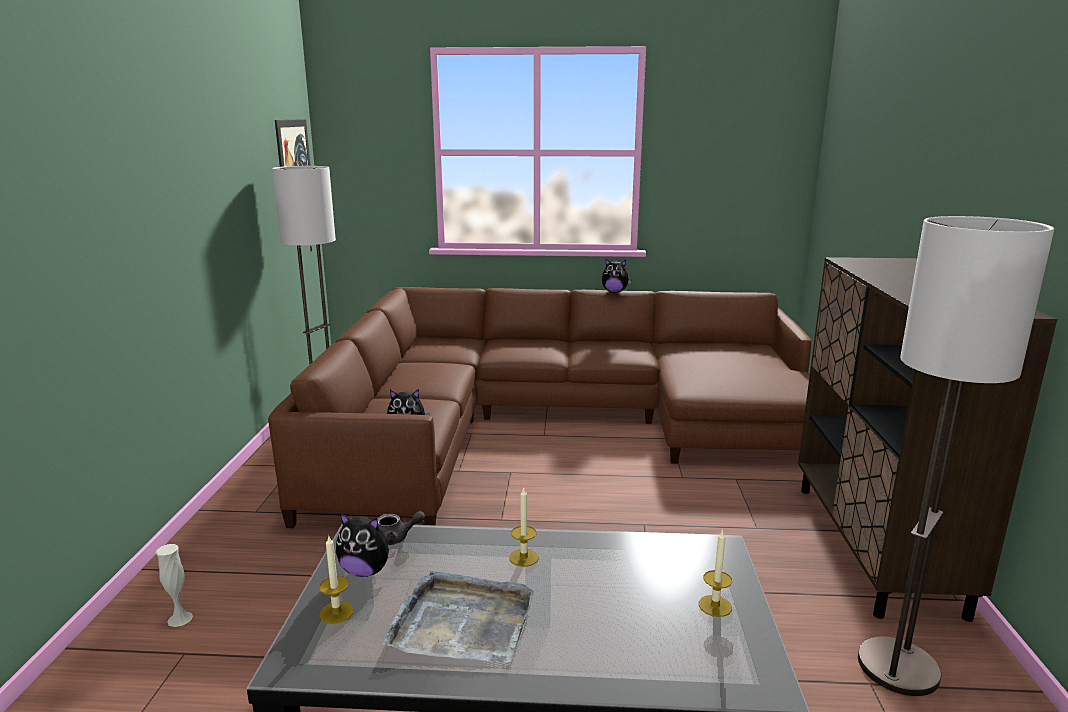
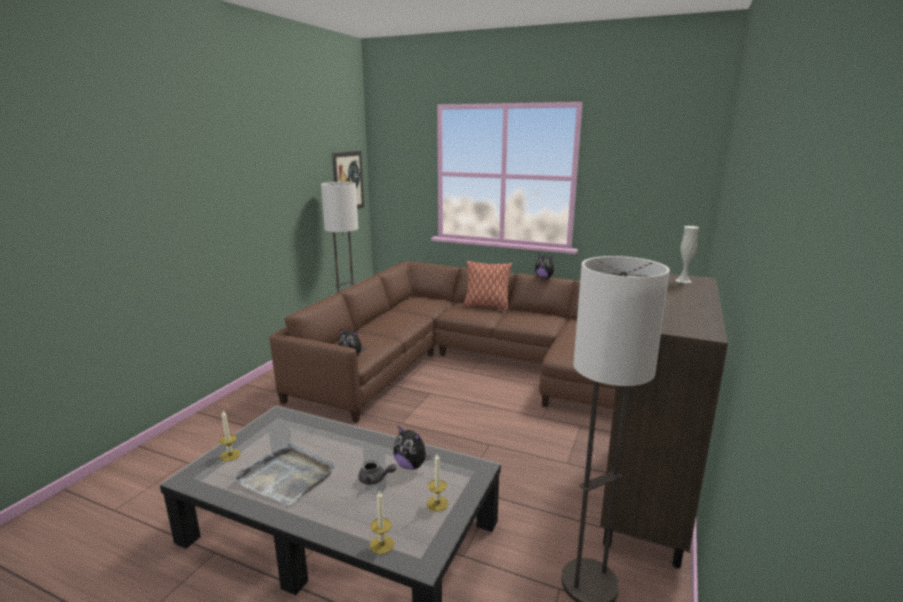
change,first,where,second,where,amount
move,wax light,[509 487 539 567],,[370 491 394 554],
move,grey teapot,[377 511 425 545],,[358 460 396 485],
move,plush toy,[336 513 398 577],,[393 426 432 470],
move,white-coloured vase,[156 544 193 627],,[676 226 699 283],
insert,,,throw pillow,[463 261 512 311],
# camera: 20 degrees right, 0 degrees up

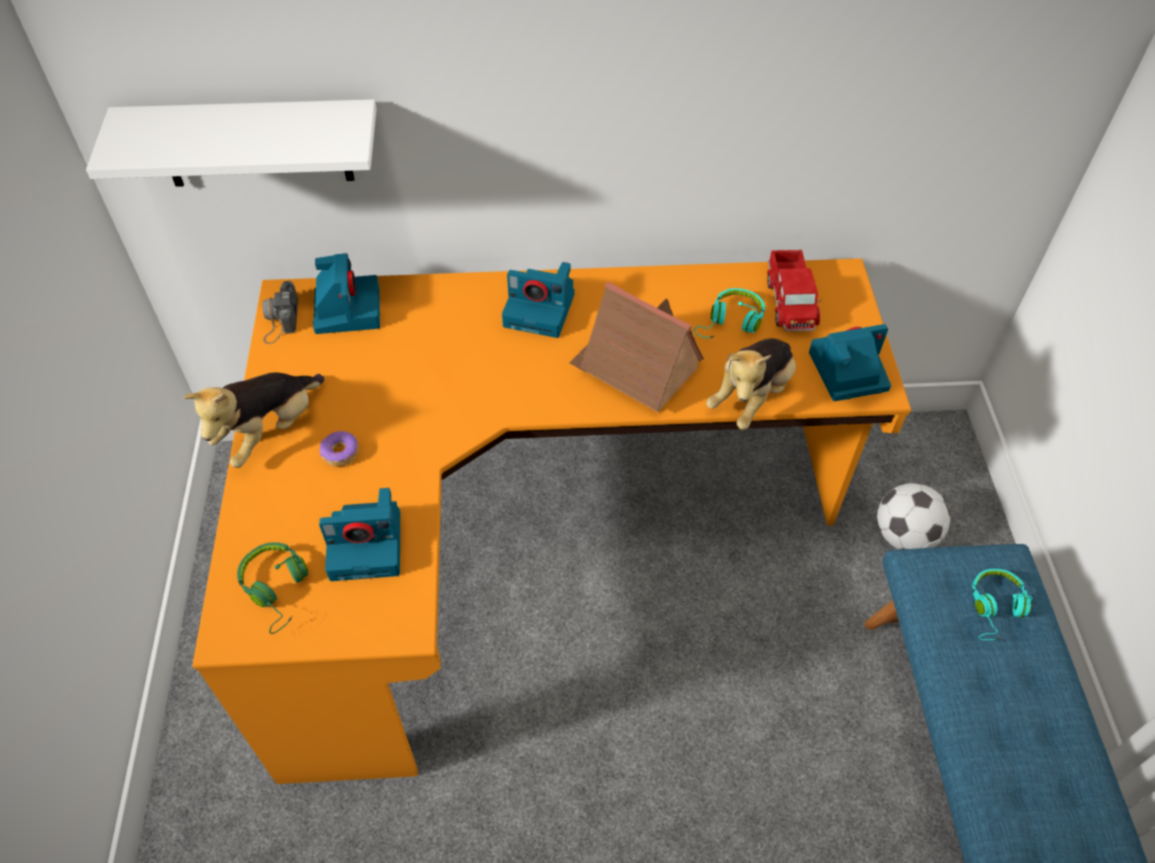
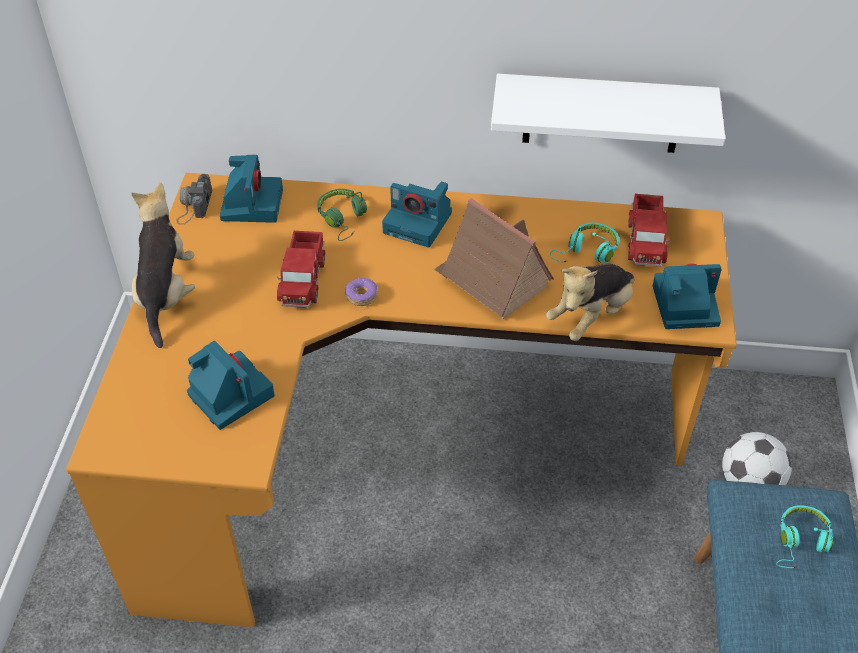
change,first,where,second,where,amount
move,white-coloured bracket shelf,[86 99 377 187],,[491 74 725 153],
rotate,plush toy,[183 373 324 468],,[131 182 195 348],135 degrees clockwise
move,doughnut,[320 431 359 466],,[345 277 378 306],
rotate,still camera,[319 488 400 581],,[187 341 275 430],135 degrees counterclockwise
move,green headset,[237 542 308 634],,[317 189 367 241],
insert,,,toy truck,[277 231 326 308],
# camera: 10 degrees right, 5 degrees down

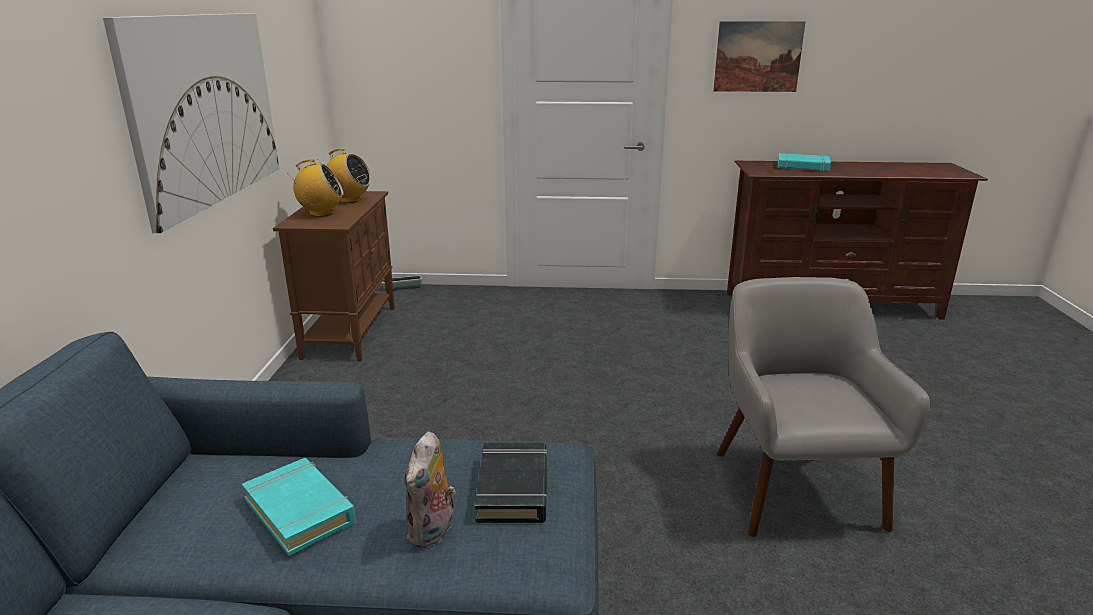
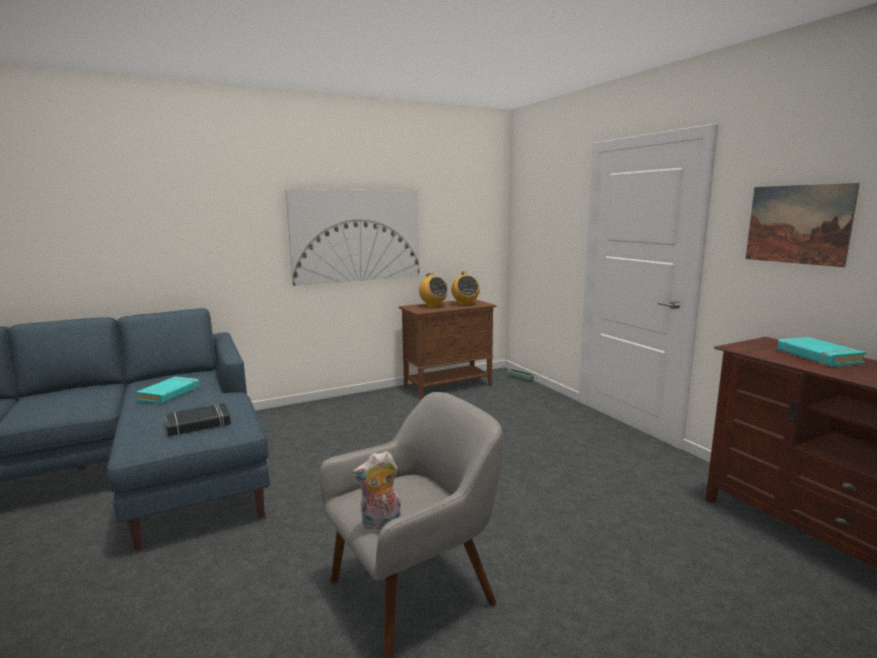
change,first,where,second,where,amount
move,plush toy,[405 431 456 548],,[352 451 402 530],
# camera: 60 degrees right, 10 degrees down

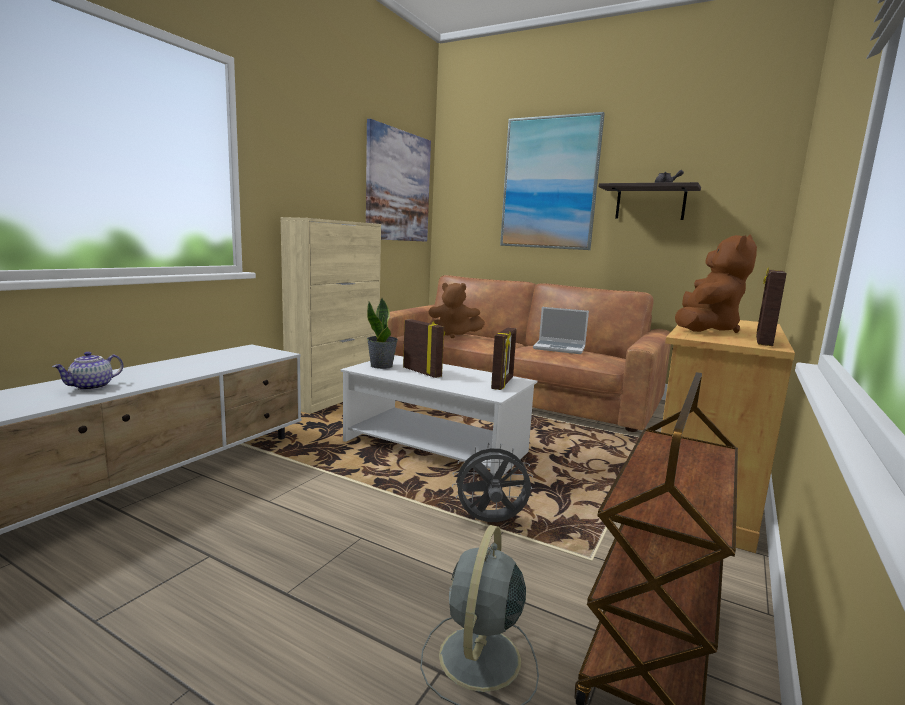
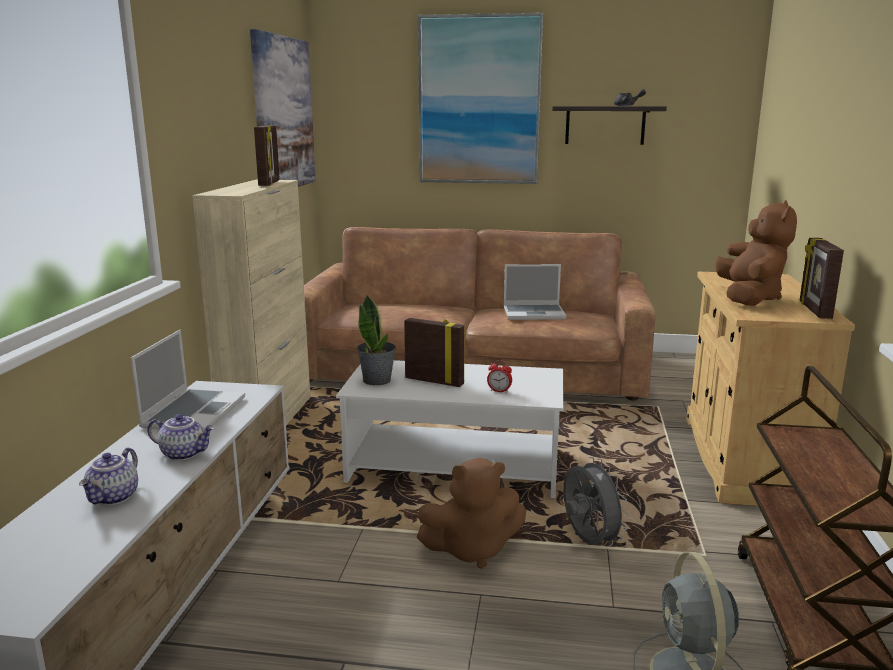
change,first,where,second,where,amount
move,brownish plush toy,[429 283 485 338],,[417 458 527 569],
move,picture frame,[491 328 517 390],,[254 124 280 186],
rotate,grey electric fan,[452 442 533 522],,[563 457 629 547],90 degrees clockwise
insert,,,laptop,[131 330 245 430],
insert,,,table clock,[487 360 512 393],
insert,,,teapot,[147 414 214 461],
# camera: 20 degrees left, 5 degrees up

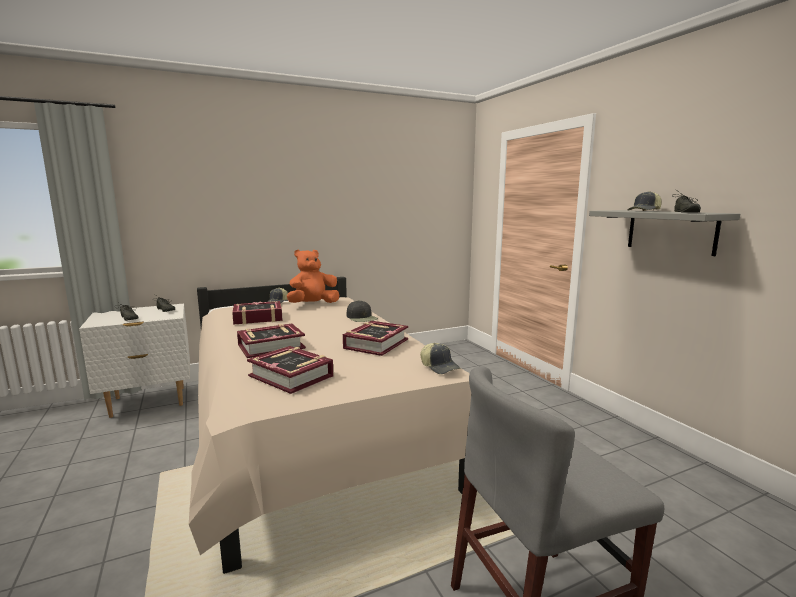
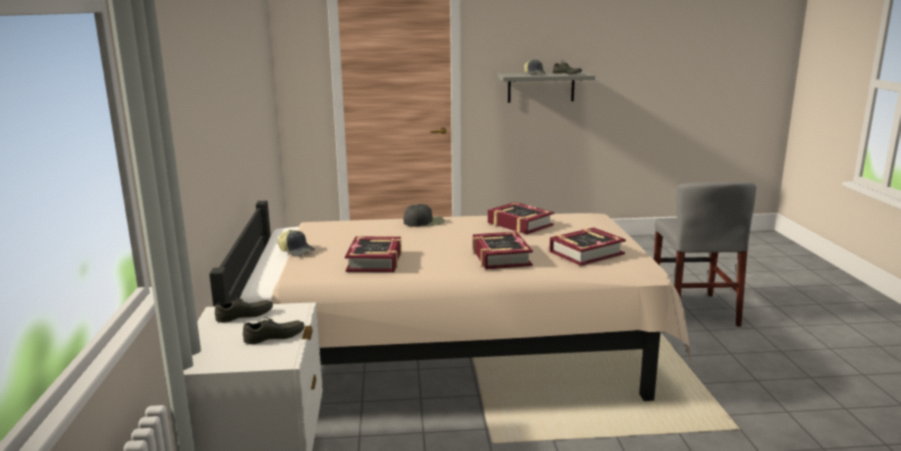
change,first,where,second,where,amount
delete,orangey plush toy,[287 250 339 303],,,
delete,peaked cap,[420 343 460 374],,,
# camera: 70 degrees left, 5 degrees up

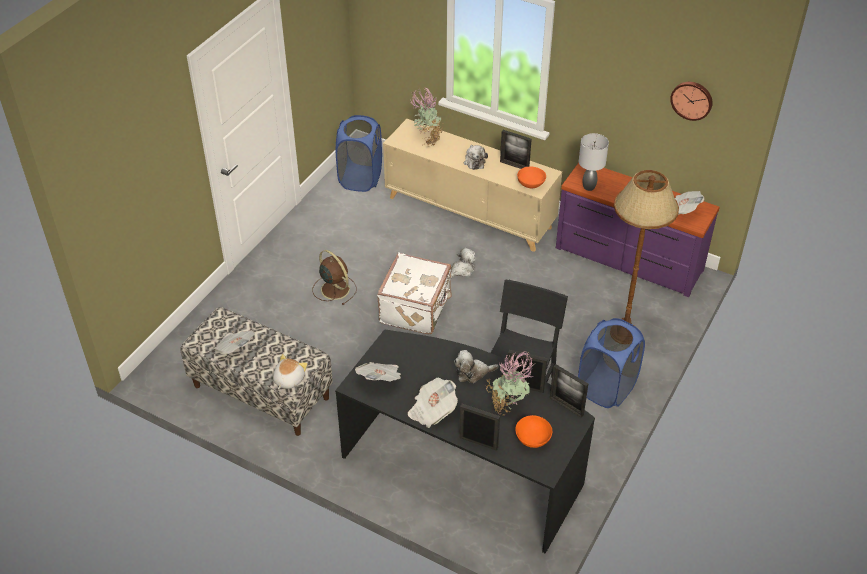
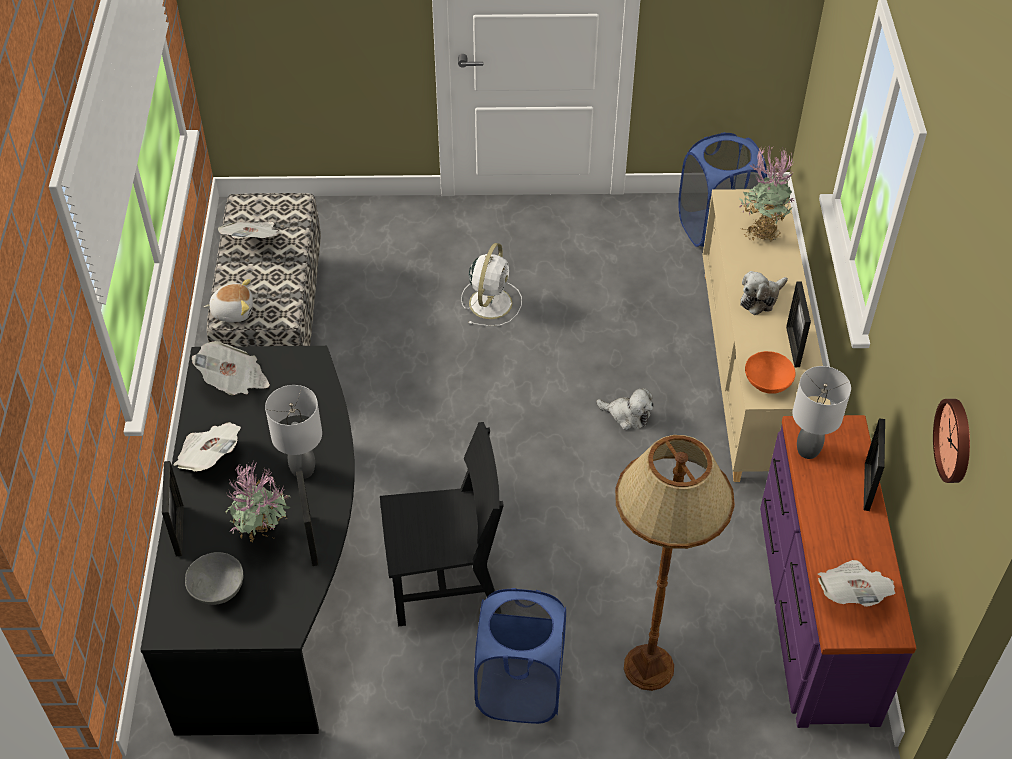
change,first,where,second,where,amount
recolor,brownish electric fan,[312 250 357 305],white-coloured electric fan,[461 243 522 326],
delete,white-coloured suitcase,[377 252 452 334],,,
replace,plush toy,[454 350 498 383],grey lamp for a table,[265 385 322 479],
move,picture frame,[550 364 588 418],,[864 418 885 511],
recolor,orangey serving bowl,[515 415 552 448],grey serving bowl,[185 552 243 605],
# camera: 60 degrees right, 5 degrees up

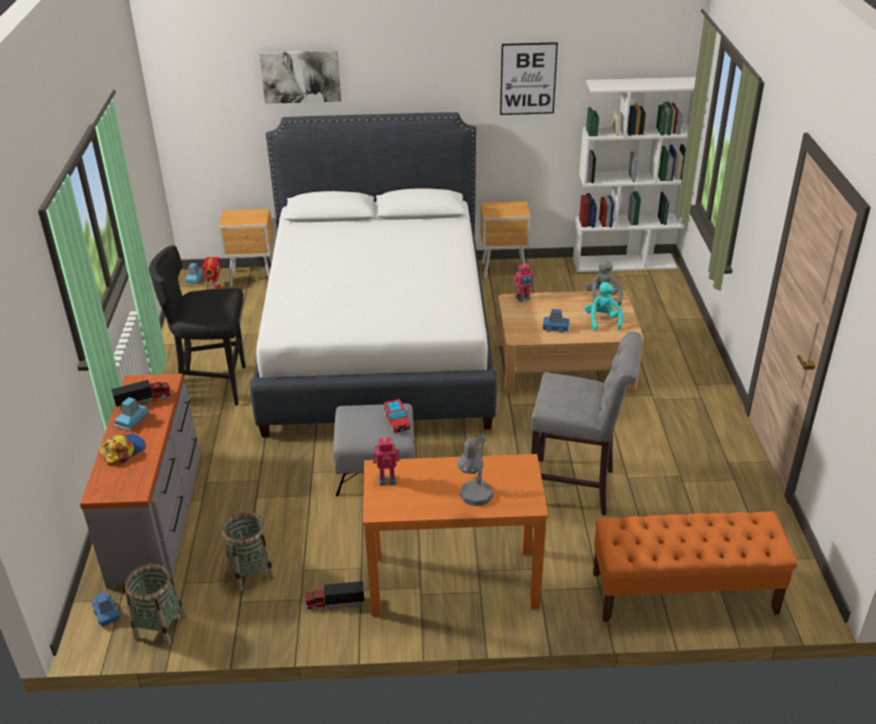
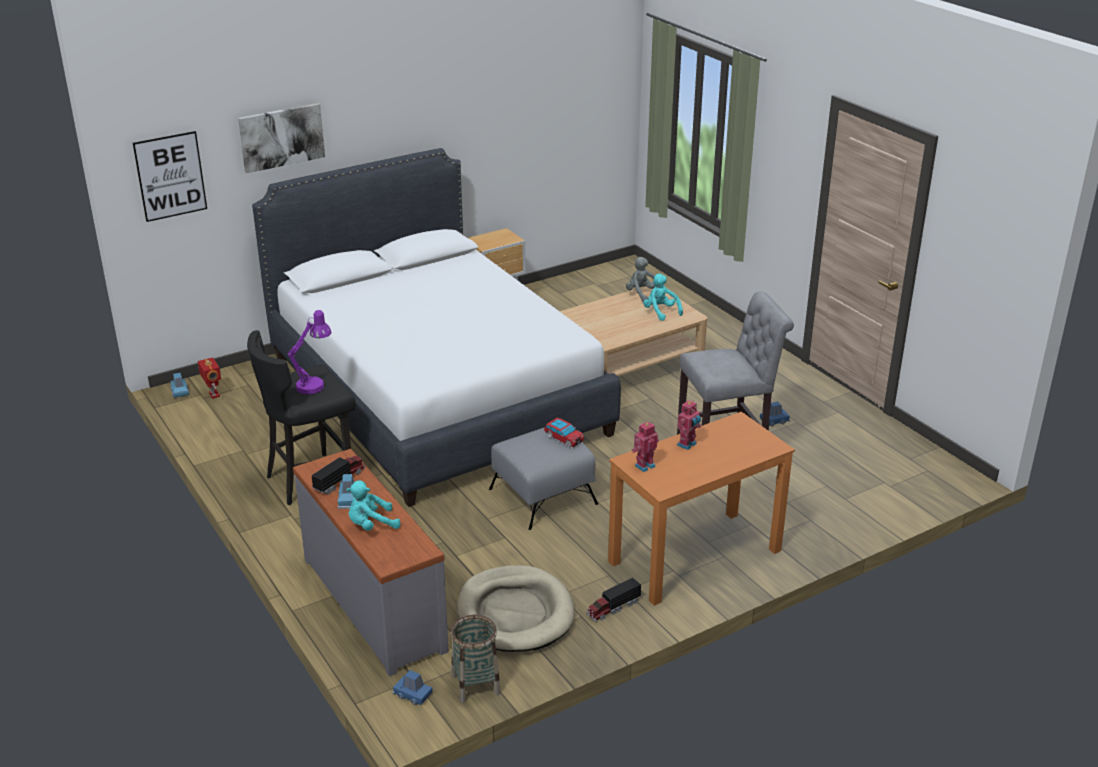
change,first,where,second,where,amount
move,wall art,[500 42 558 115],,[133 131 207 222],
delete,white-coloured shelving unit,[573 77 696 272],,,
delete,brownish night table,[218 209 274 287],,,
move,robot figure,[514 264 534 302],,[677 400 701 450],
move,bluish model car,[543 309 570 333],,[760 402 790 427],
delete,grey lamp for a table,[457 433 493 506],,,
replace,peaked cap,[100 434 146 466],turquoise-coloured plush toy,[346 481 400 531],
replace,basket,[222 512 275 591],beige-coloured pet bed,[457 565 575 652],
delete,orangey indoor bench,[593 512 797 622],,,
insert,,,purplish lamp for a table,[287 310 331 394],
# camera: 30 degrees left, 5 degrees down

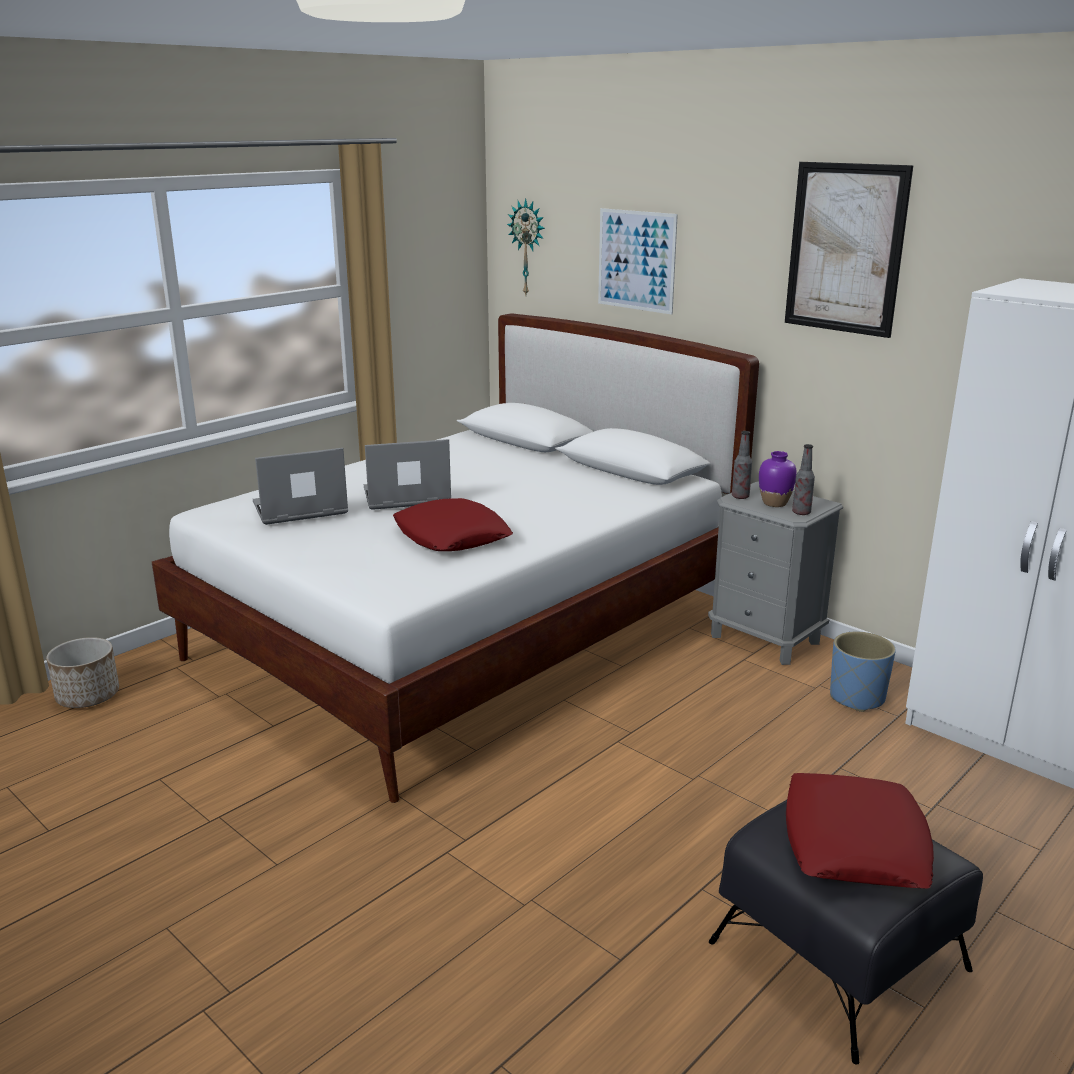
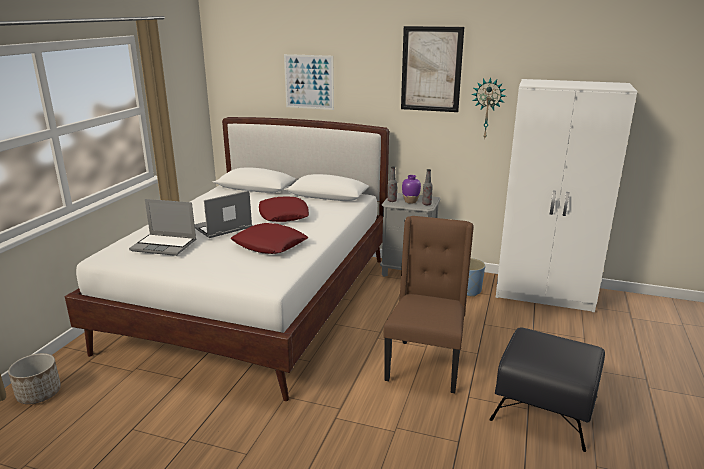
change,first,where,second,where,amount
move,clock on the wall,[507 198 545 295],,[471 77 506 140],
rotate,laptop,[253 448 348 525],,[129 199 196 256],120 degrees counterclockwise
move,red-coloured throw pillow,[786 773 934 889],,[259 196 309 222],
insert,,,brownish chair,[384 216 474 393],
# camera: 25 degrees left, 0 degrees up

